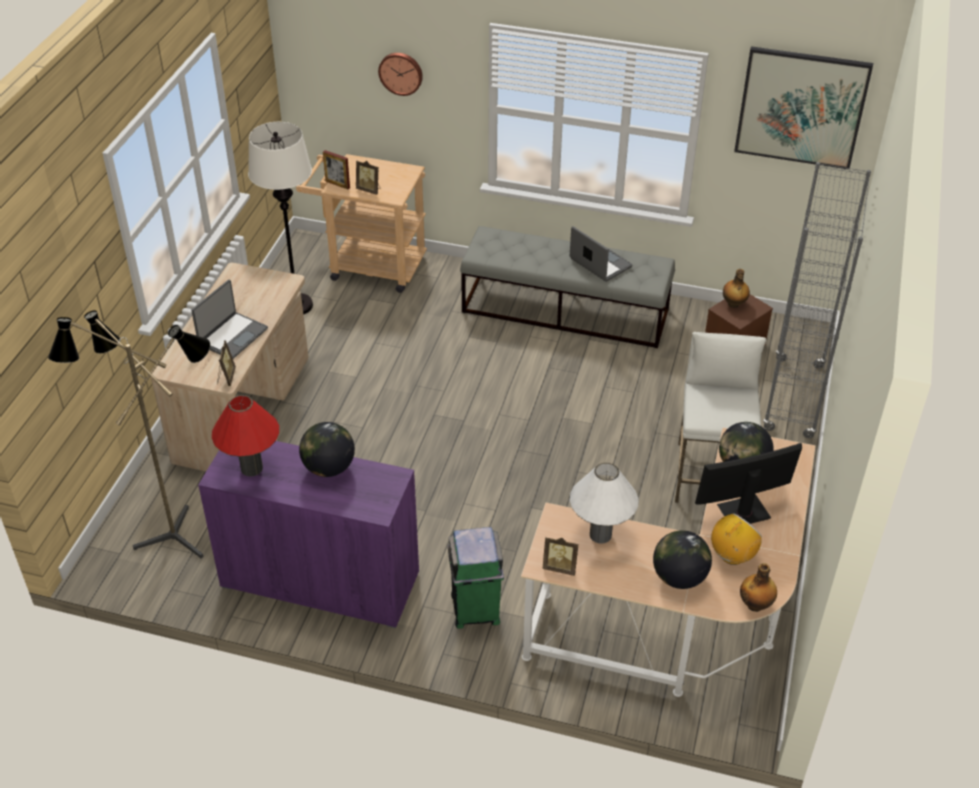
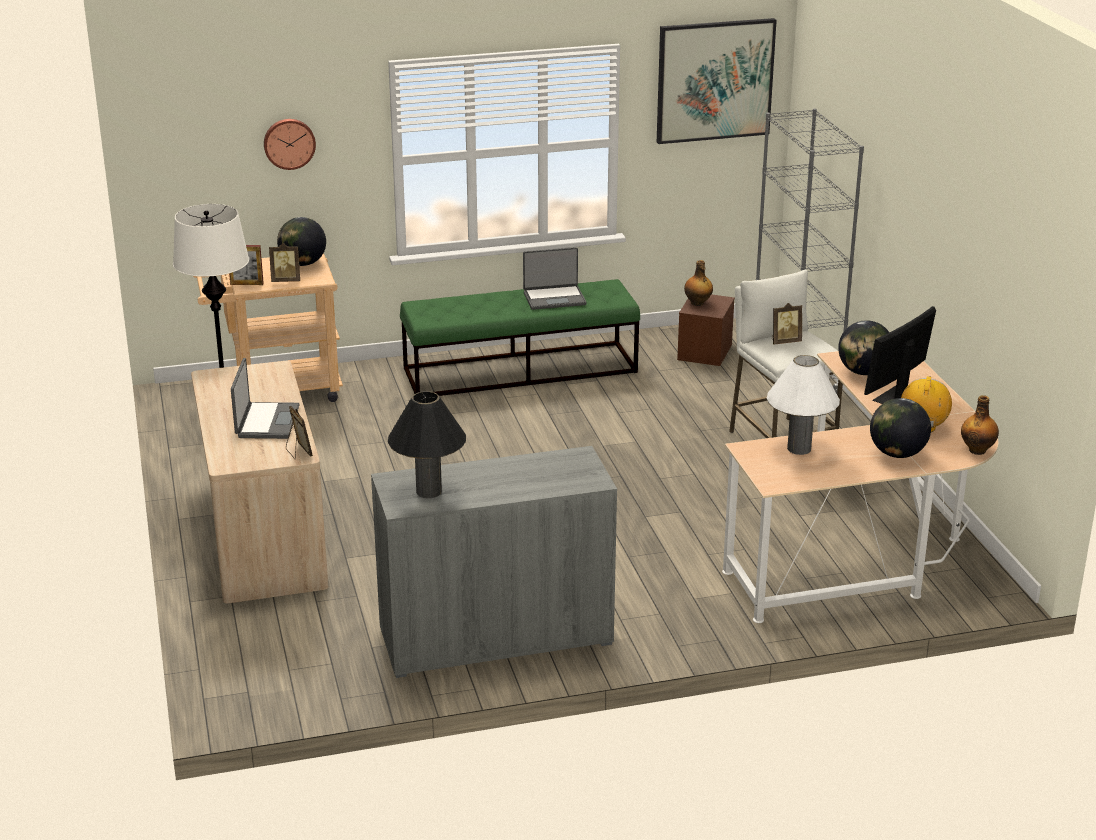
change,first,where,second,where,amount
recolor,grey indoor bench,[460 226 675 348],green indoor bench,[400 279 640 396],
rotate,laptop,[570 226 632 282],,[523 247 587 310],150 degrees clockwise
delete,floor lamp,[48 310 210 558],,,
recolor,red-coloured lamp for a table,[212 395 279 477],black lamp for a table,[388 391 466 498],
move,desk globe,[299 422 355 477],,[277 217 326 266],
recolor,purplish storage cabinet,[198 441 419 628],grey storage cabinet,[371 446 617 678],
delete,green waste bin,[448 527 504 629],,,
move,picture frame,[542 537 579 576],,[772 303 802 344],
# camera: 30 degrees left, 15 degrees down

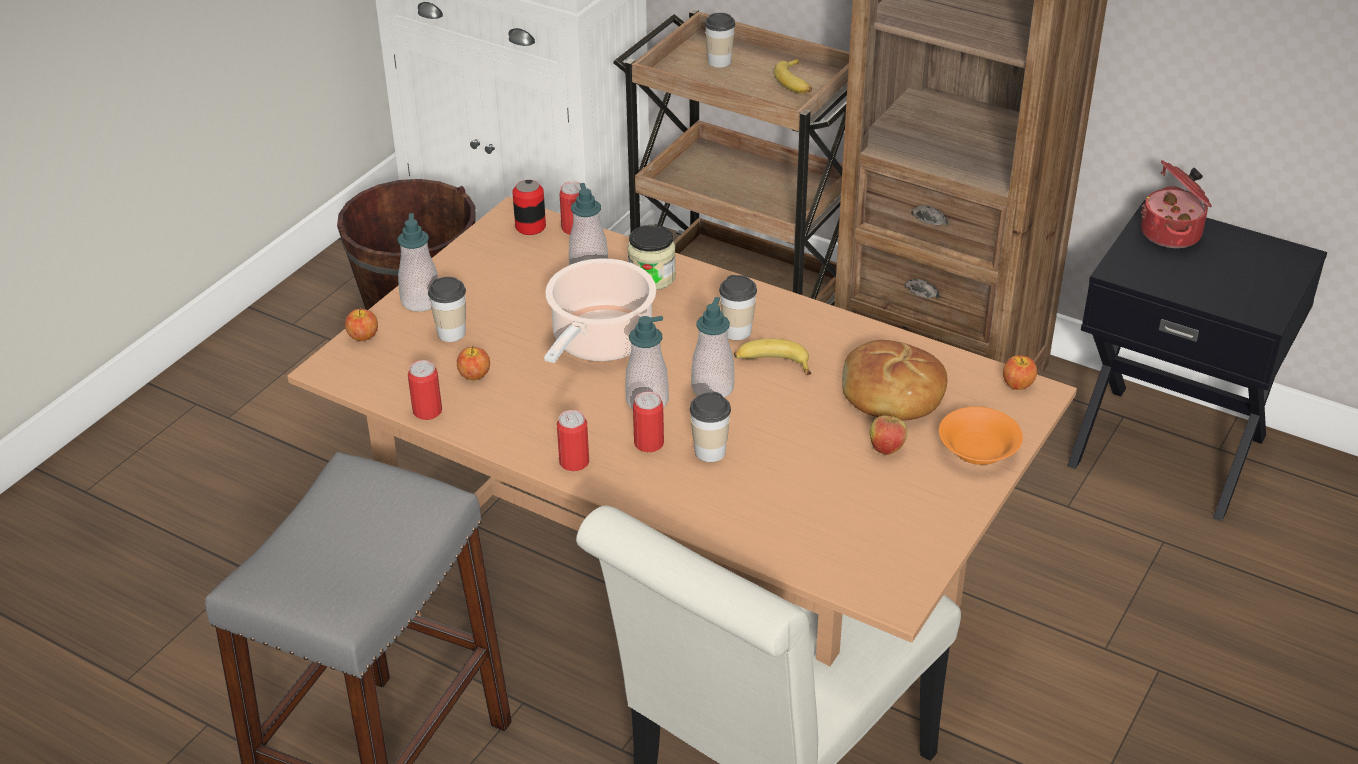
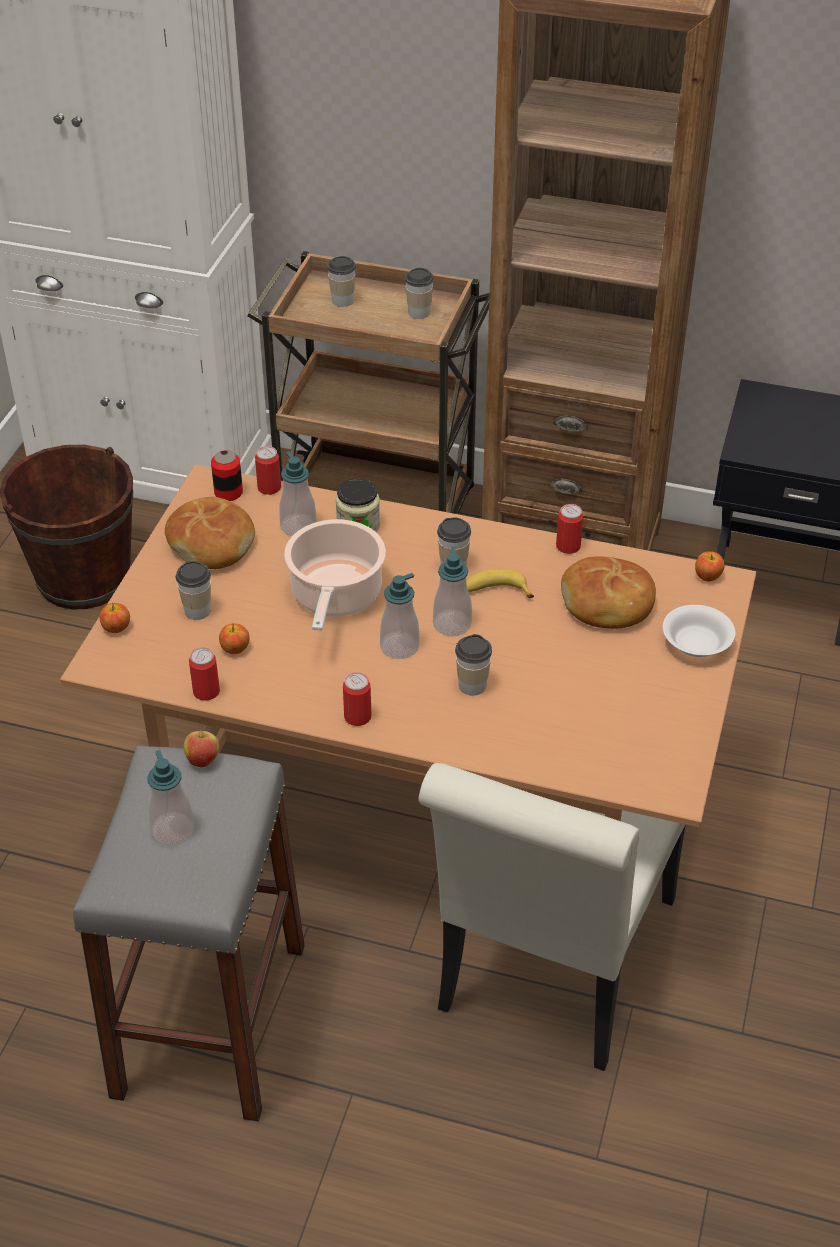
change,first,where,second,where,amount
replace,banana,[774 59 812 93],small cup,[405 268 434 319],
delete,saucepot,[1141 160 1212 248],,,
move,soap bottle,[397 213 438 312],,[147 750 194 846],
move,can,[633 391 664 452],,[556 504 583 554],
recolor,orangey serving bowl,[939 407 1023 465],white-coloured serving bowl,[663 605 735 657],
move,apple,[870 411 908 455],,[183 726 219 768],
insert,,,bakery bread,[165 497 255 569],
# camera: 15 degrees left, 5 degrees up

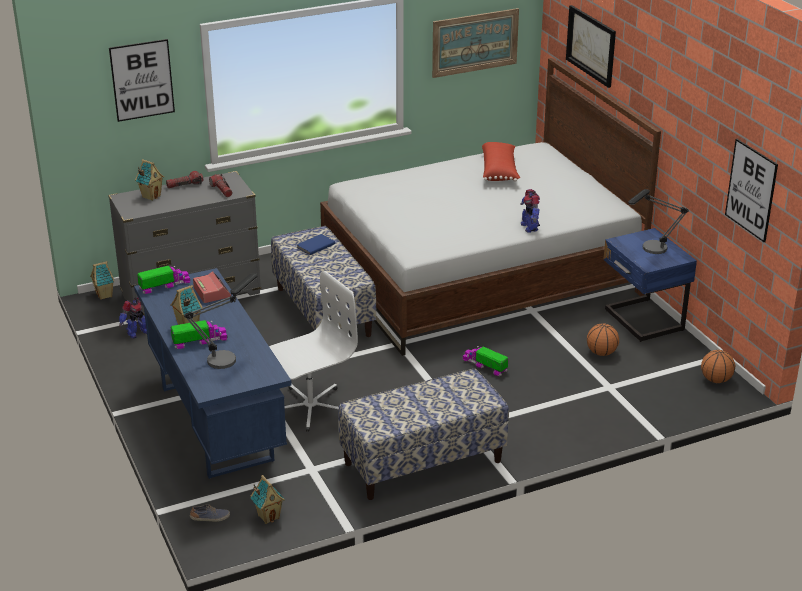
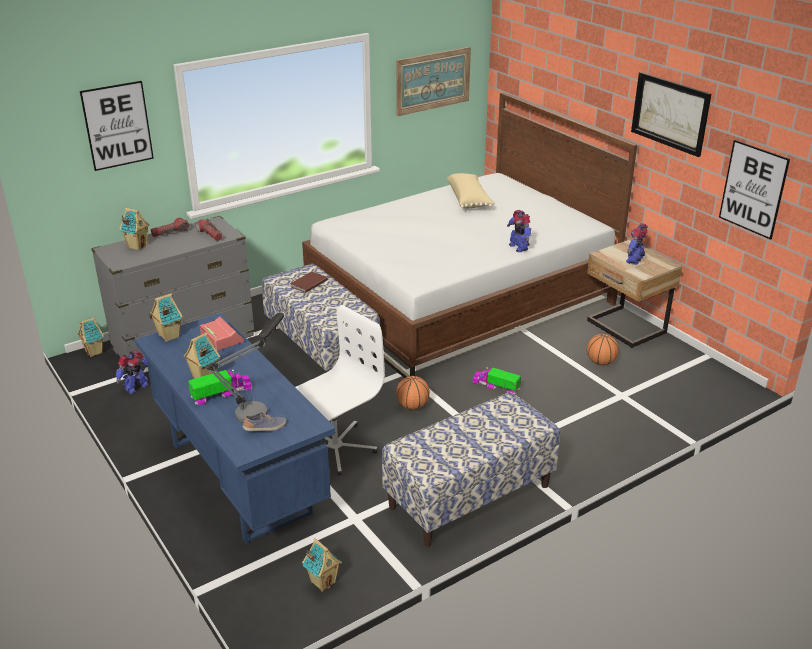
change,first,where,second,where,amount
move,wall art,[566 5 616 88],,[631 72 711 157],
recolor,red-coloured throw pillow,[482 142 520 182],beige-coloured throw pillow,[447 173 494 208],
replace,lamp for a table,[628 189 689 254],robot figure,[626 223 648 265],
recolor,bluish night table,[603 228 697 342],beige-coloured night table,[587 240 682 348],
recolor,bluish volume,[297 234 335 255],brownish volume,[290 272 328 293],
replace,toy truck,[137 266 191 294],miniature house,[150 293 183 342],
move,ball for basketball,[701 350 735 383],,[396 376 430 410],
move,shoe,[190 504 230 522],,[243 412 287 431],
# camera: 10 degrees left, 0 degrees up

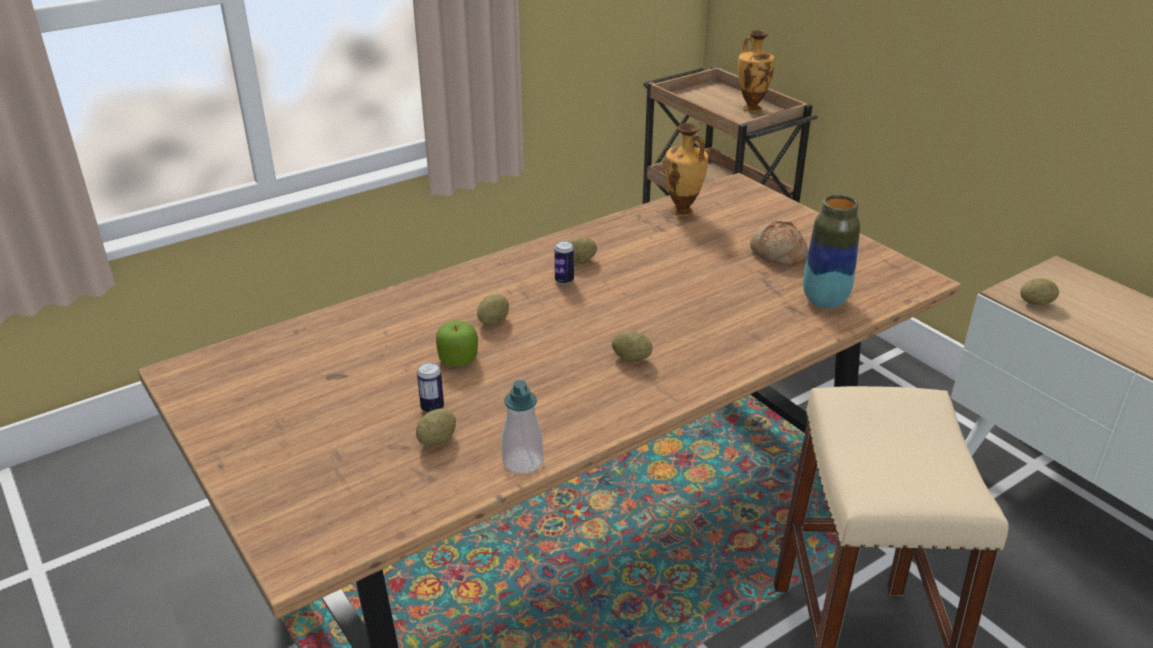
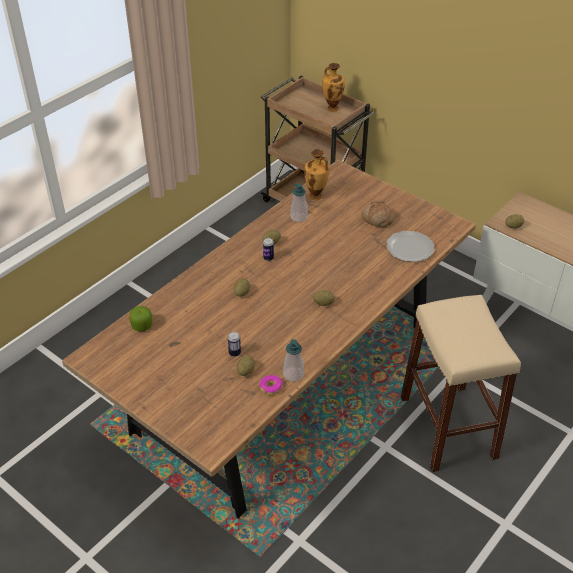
change,first,where,second,where,amount
replace,vase,[803 195 860 308],flat dish,[387 231 434 262],
move,apple,[436 320 478 366],,[129 306 152 331],
insert,,,soap bottle,[290 183 308 222],
insert,,,doughnut,[259 375 283 395],
# camera: 15 degrees left, 10 degrees up

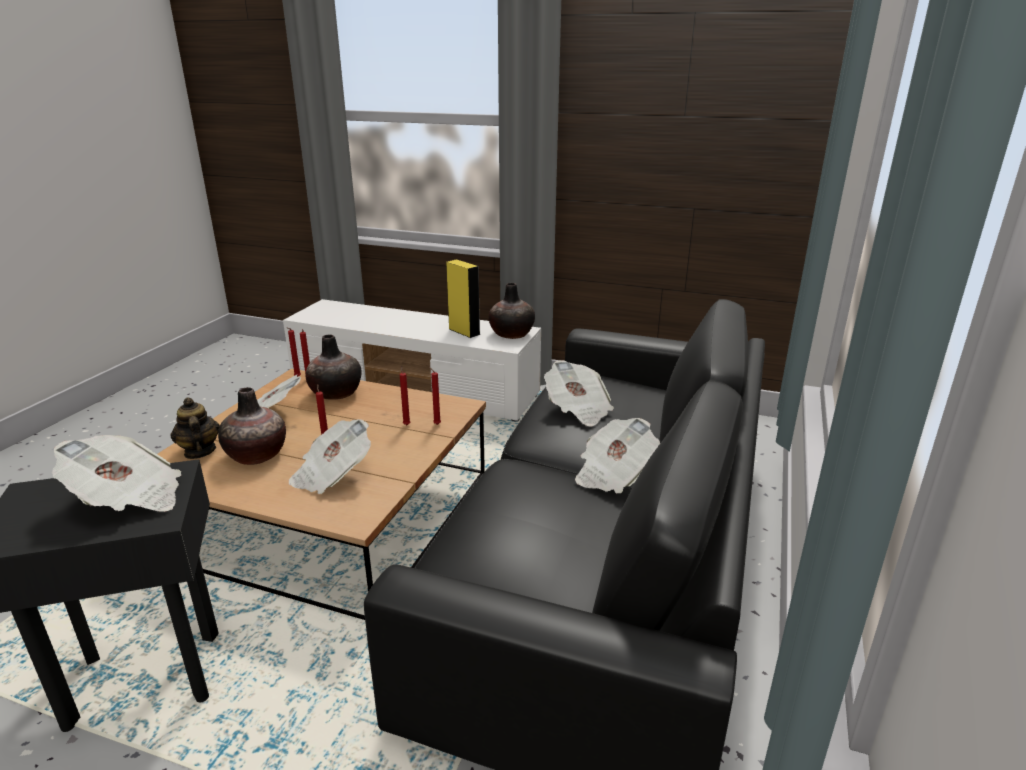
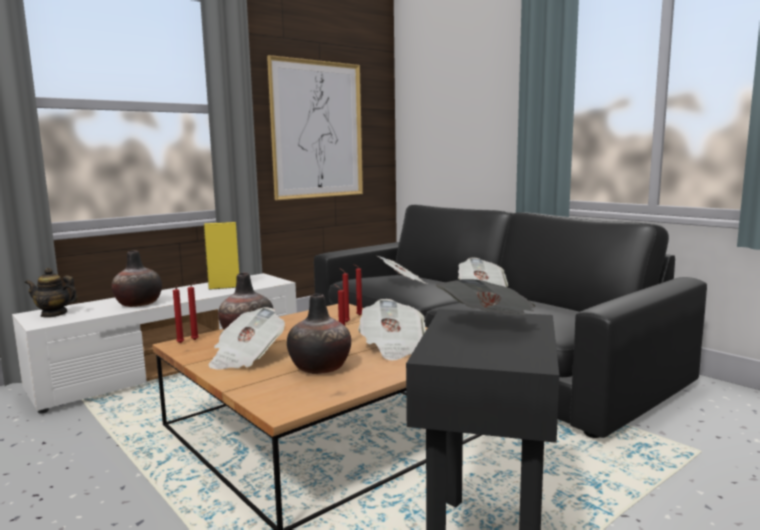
change,first,where,second,where,amount
move,vase,[489 283 535 339],,[111 250 162 307],
move,teapot,[170 397 220 459],,[25 268 78 318],
insert,,,wall art,[267 55 363 200],
# camera: 60 degrees left, 15 degrees down

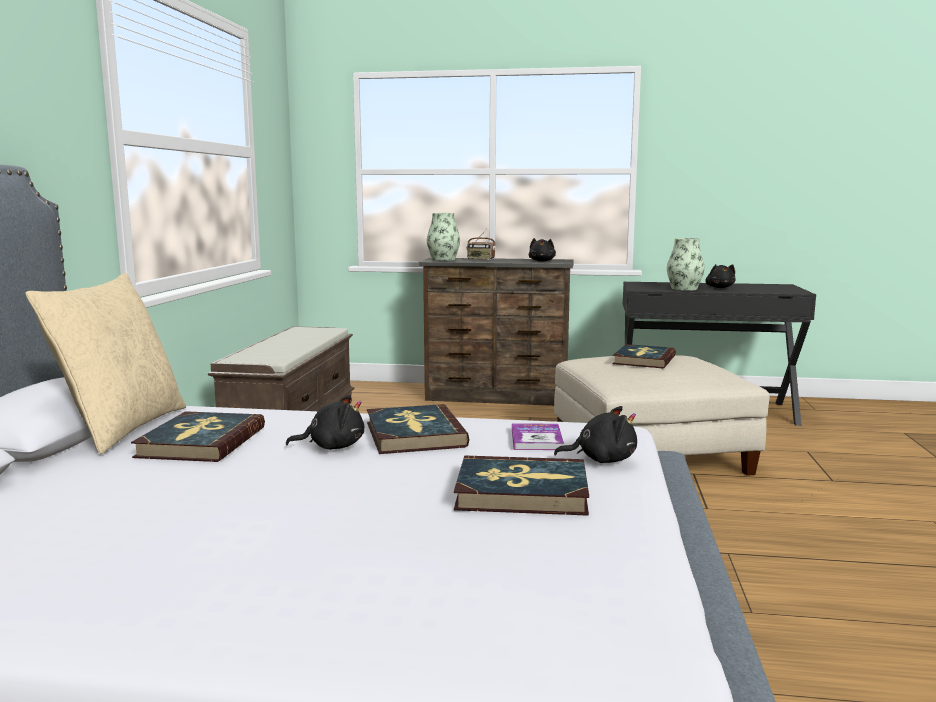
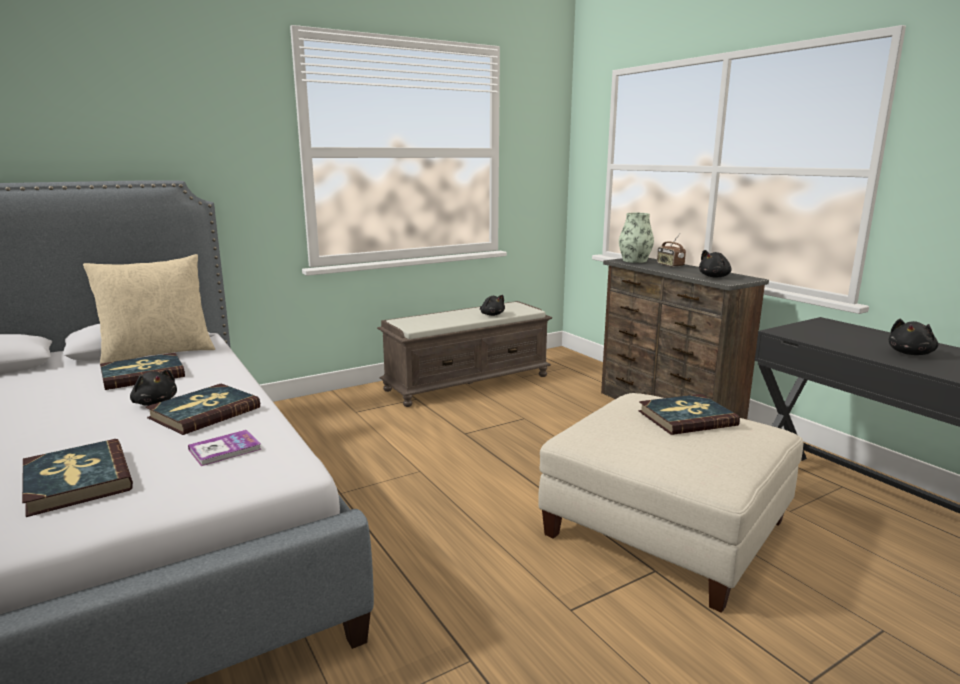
change,first,where,second,where,amount
delete,vase,[667 238 705 291],,,
move,black plush toy,[554 406 637 463],,[480 295 505 316],
# camera: 50 degrees right, 5 degrees up

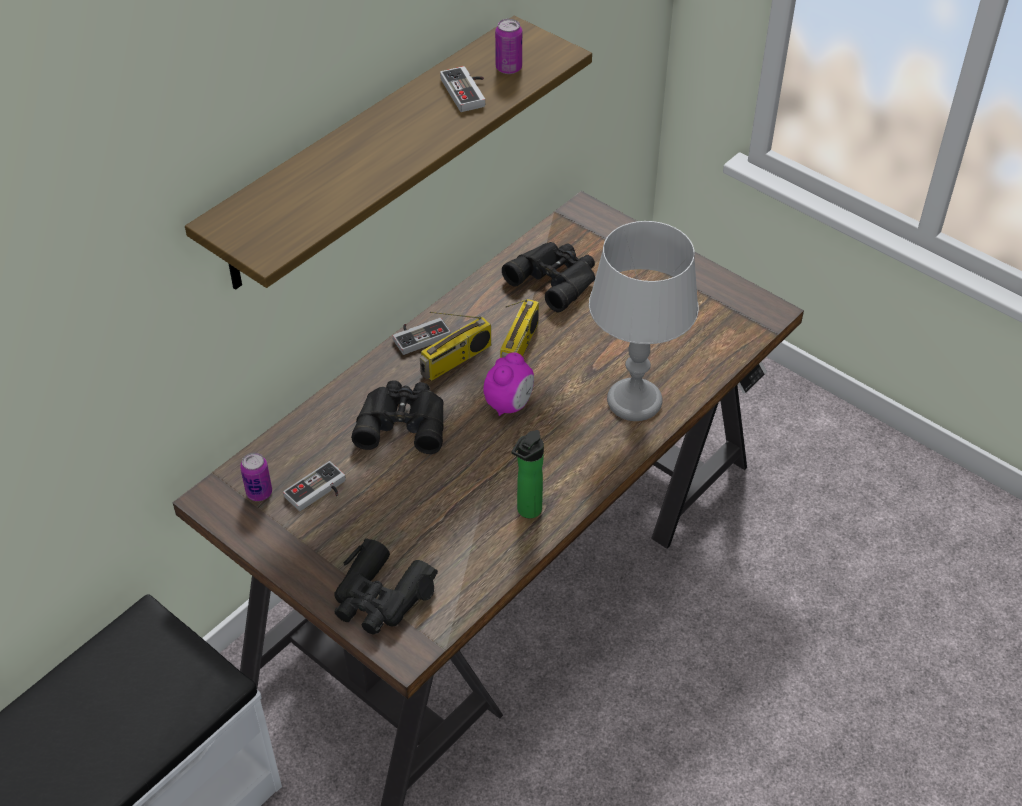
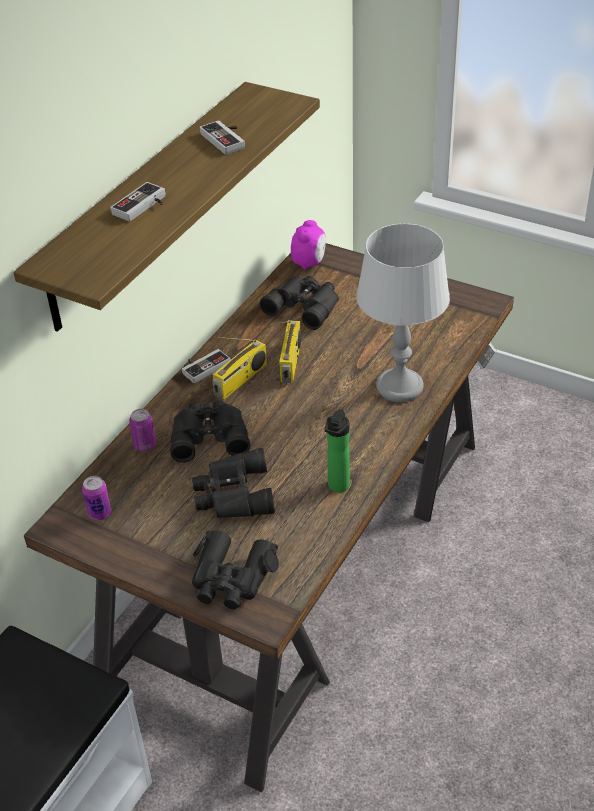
change,first,where,second,where,amount
move,can,[495 19 522 74],,[129 409 156 452],
move,table clock,[483 352 534 416],,[291 220 326 271],
move,game controller,[283 461 346 511],,[110 182 166 221],
insert,,,black pair of binoculars,[192 448 275 518],
# camera: 10 degrees left, 5 degrees down

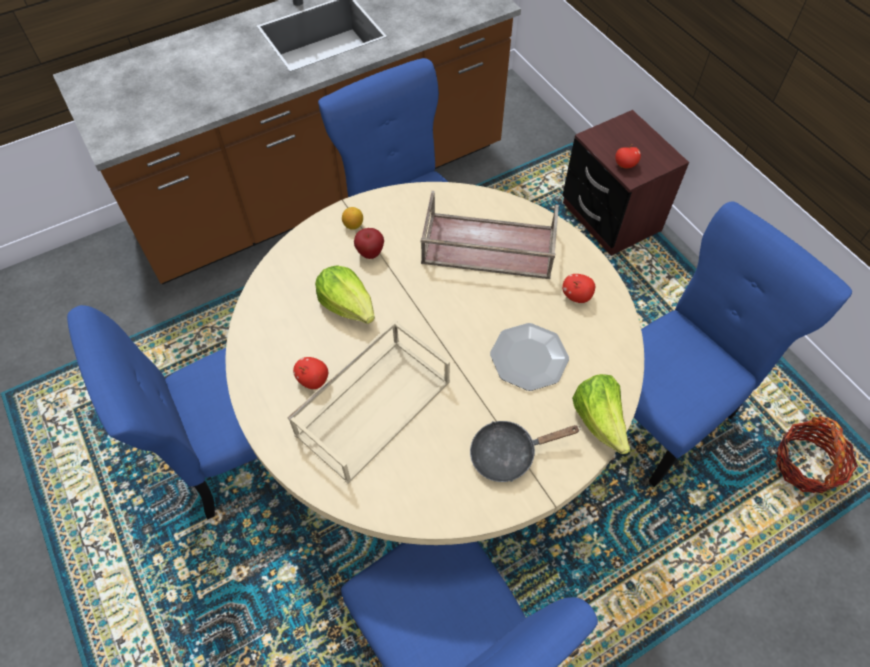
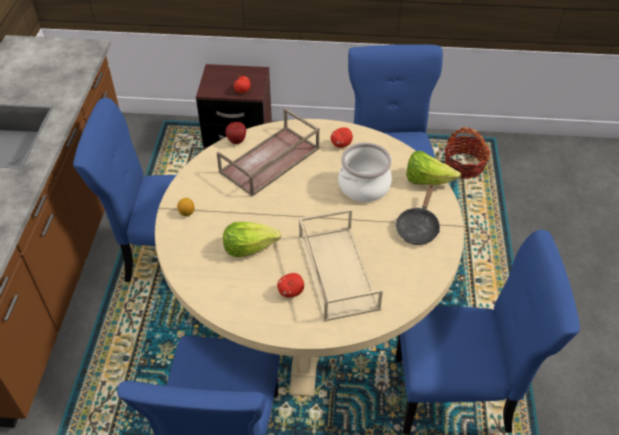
change,first,where,second,where,amount
move,apple,[354 228 384 259],,[225 122 246 144],
replace,flat dish,[490 323 569 391],saucepot,[338 142 392 202],
# camera: 55 degrees left, 10 degrees down

